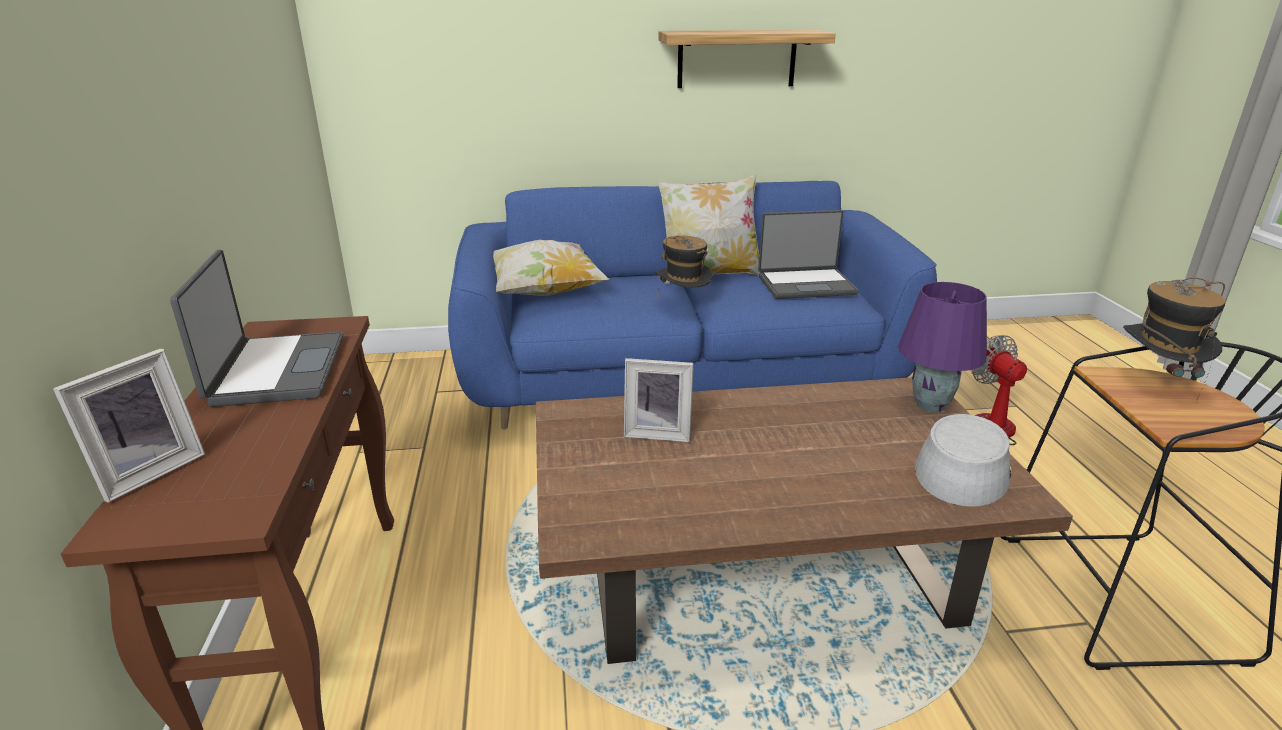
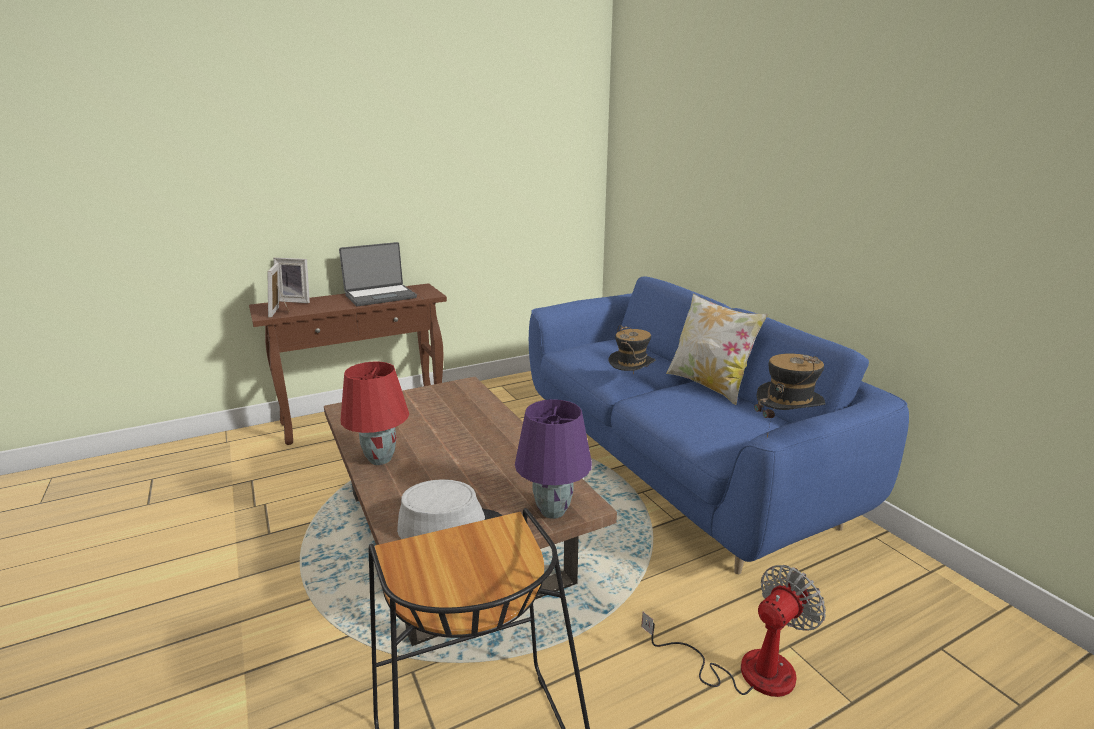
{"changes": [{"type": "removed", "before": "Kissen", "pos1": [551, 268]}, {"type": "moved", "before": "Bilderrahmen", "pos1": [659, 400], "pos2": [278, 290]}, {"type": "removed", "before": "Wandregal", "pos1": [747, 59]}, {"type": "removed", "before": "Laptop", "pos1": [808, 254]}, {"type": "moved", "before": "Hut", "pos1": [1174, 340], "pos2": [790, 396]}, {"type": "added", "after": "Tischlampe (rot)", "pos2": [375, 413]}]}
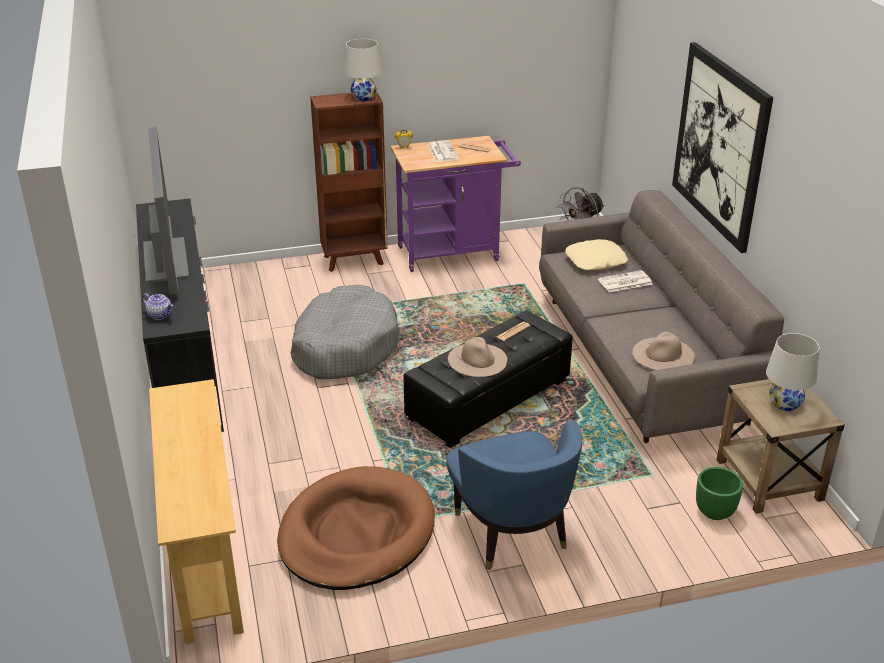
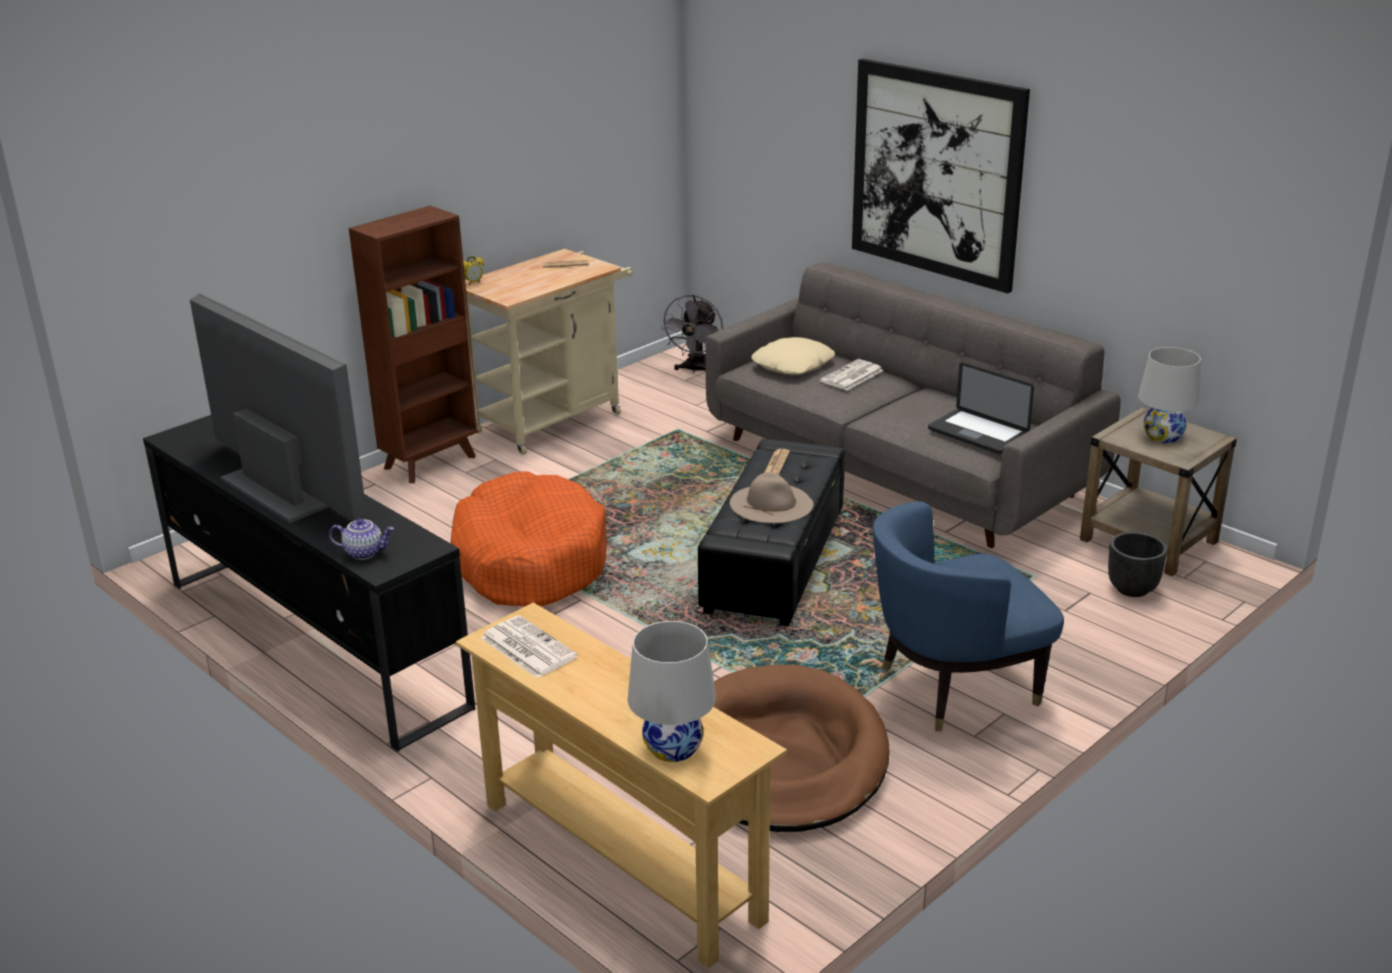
{"changes": [{"type": "recoloured", "before": "Hundebett (grau)", "after": "Hundebett (orange)", "pos1": [345, 332], "pos2": [528, 539]}, {"type": "moved", "before": "Tischlampe (weiß)", "pos1": [363, 70], "pos2": [671, 691]}, {"type": "recoloured", "before": "Rollwagen (lila)", "after": "Rollwagen (beige)", "pos1": [456, 204], "pos2": [549, 352]}, {"type": "moved", "before": "Zeitung", "pos1": [443, 151], "pos2": [529, 646]}, {"type": "turned", "before": "Sessel (blau)", "pos1": [514, 495], "pos2": [968, 616], "turn": 120}, {"type": "replaced", "before": "Hut (beige)", "after": "Laptop", "pos1": [663, 351], "pos2": [981, 408]}, {"type": "recoloured", "before": "Pflanzkübel (grün)", "after": "Pflanzkübel (schwarz)", "pos1": [719, 493], "pos2": [1137, 564]}]}
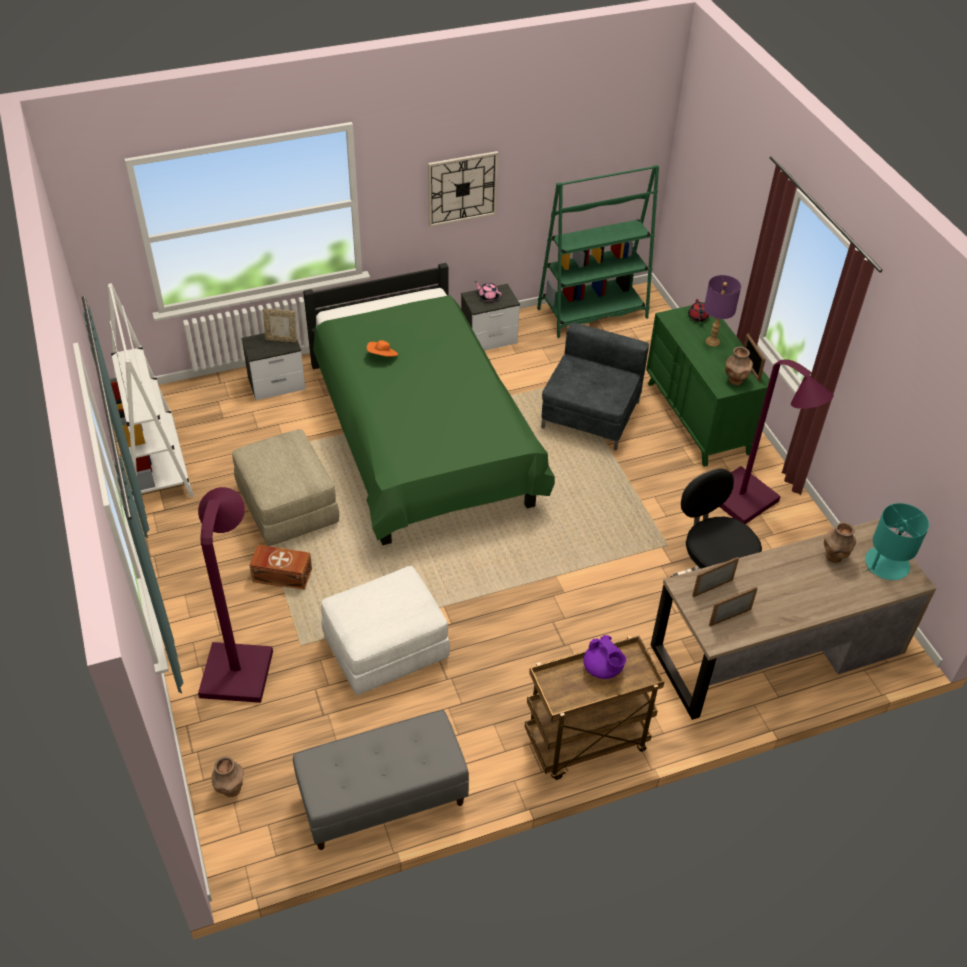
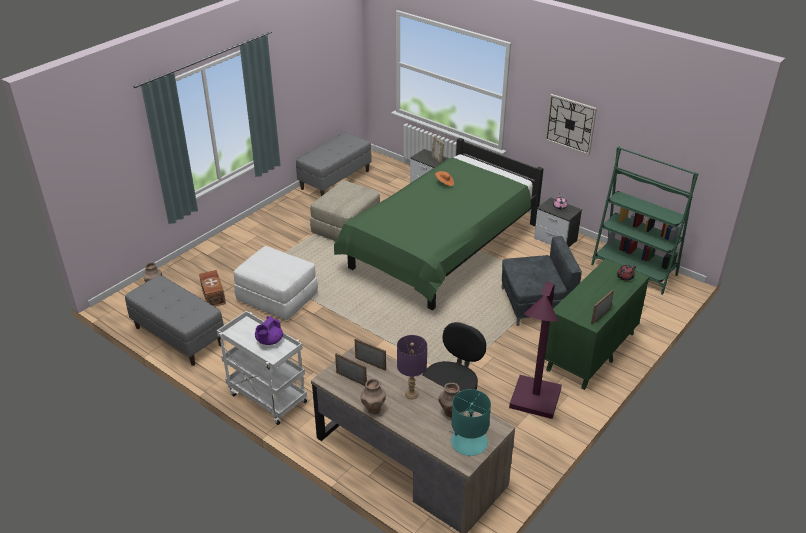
{"changes": [{"type": "replaced", "before": "Bücherregal (weiß)", "after": "Bank (grau)", "pos1": [151, 397], "pos2": [334, 164]}, {"type": "removed", "before": "Stehlampe (lila)", "pos1": [235, 595]}, {"type": "moved", "before": "Aufbewahrungsbox (braun)", "pos1": [280, 567], "pos2": [212, 288]}, {"type": "recoloured", "before": "Rollwagen (braun)", "after": "Rollwagen (weiß)", "pos1": [594, 708], "pos2": [262, 368]}, {"type": "moved", "before": "Tischlampe (lila)", "pos1": [722, 311], "pos2": [412, 367]}, {"type": "moved", "before": "Vase (braun)", "pos1": [739, 365], "pos2": [373, 396]}]}
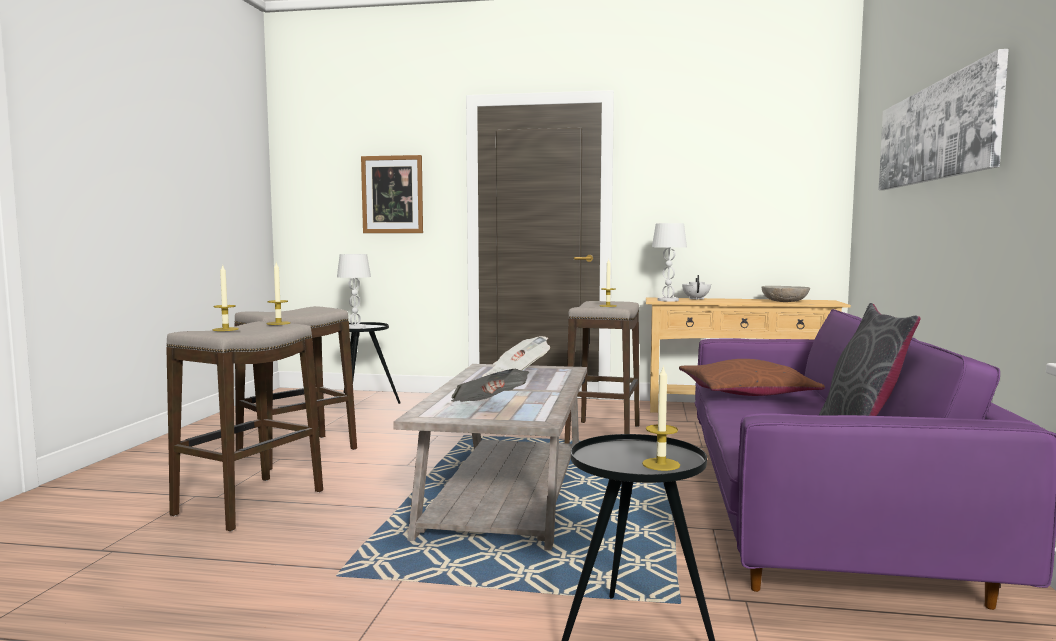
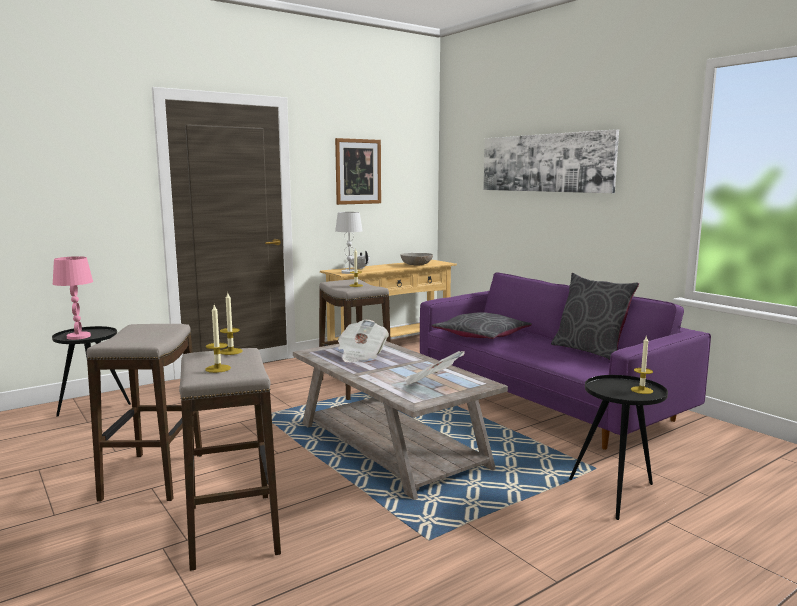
{"changes": [{"type": "recoloured", "before": "Tischlampe (weiß)", "after": "Tischlampe (rosa)", "pos1": [354, 291], "pos2": [73, 298]}, {"type": "moved", "before": "Bild", "pos1": [392, 194], "pos2": [358, 171]}, {"type": "recoloured", "before": "Kissen (braun)", "after": "Kissen (grau)", "pos1": [752, 377], "pos2": [482, 325]}]}
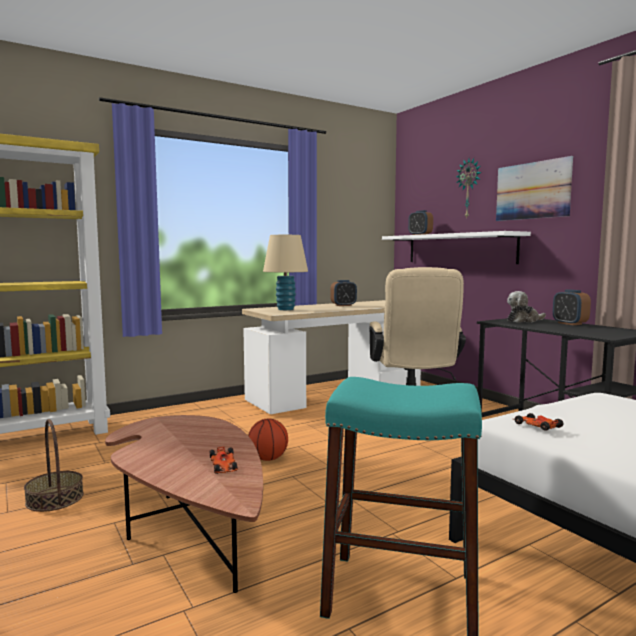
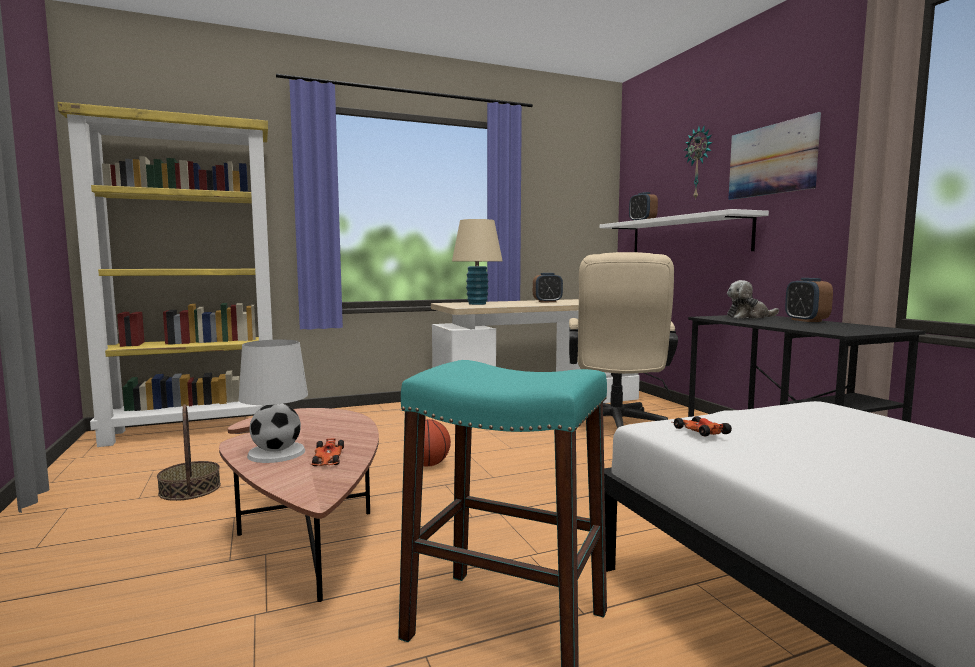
{"changes": [{"type": "added", "after": "Tischlampe (weiß)", "pos2": [273, 401]}]}
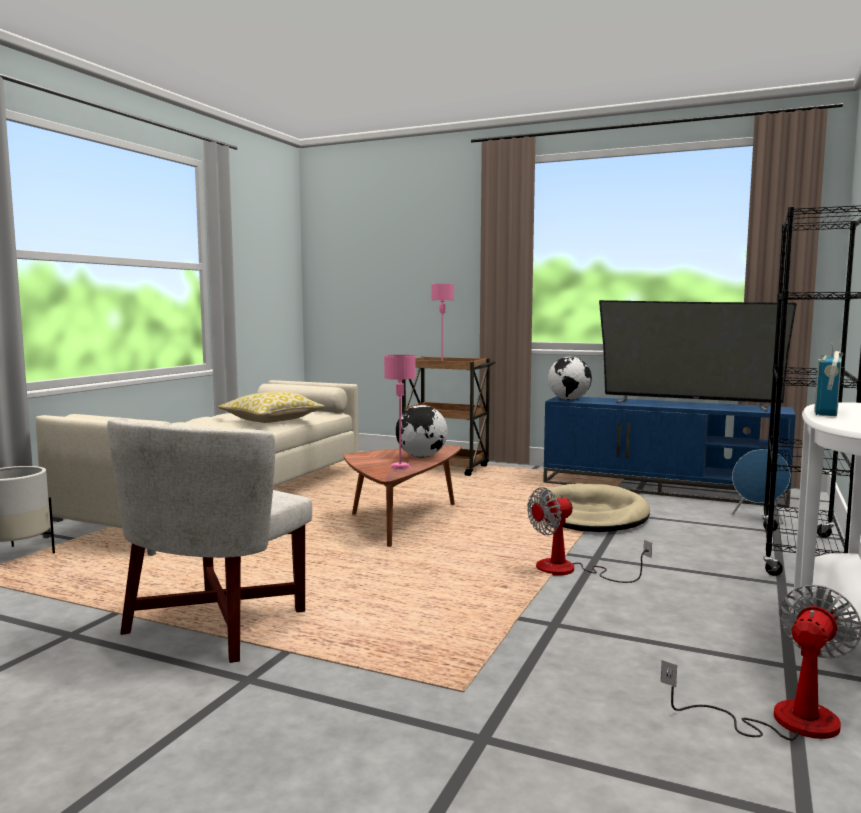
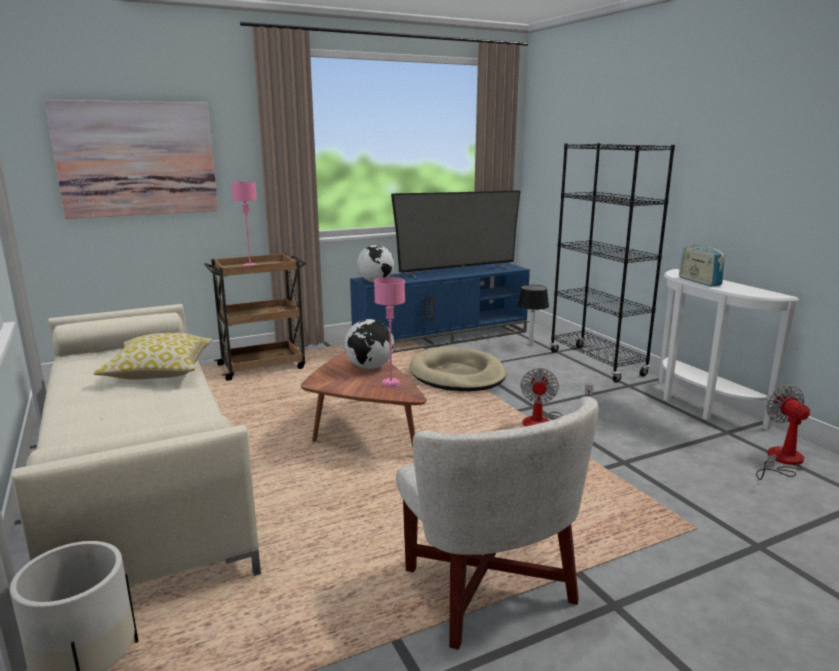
{"changes": [{"type": "replaced", "before": "Lautsprecher (blau)", "after": "Tischlampe", "pos1": [761, 486], "pos2": [533, 315]}, {"type": "added", "after": "Bild", "pos2": [131, 159]}]}
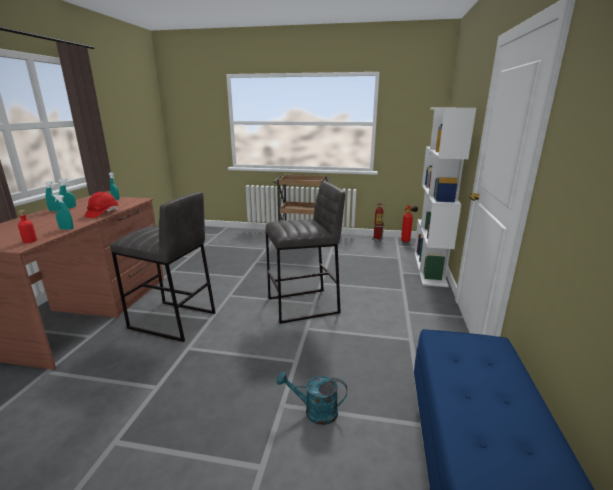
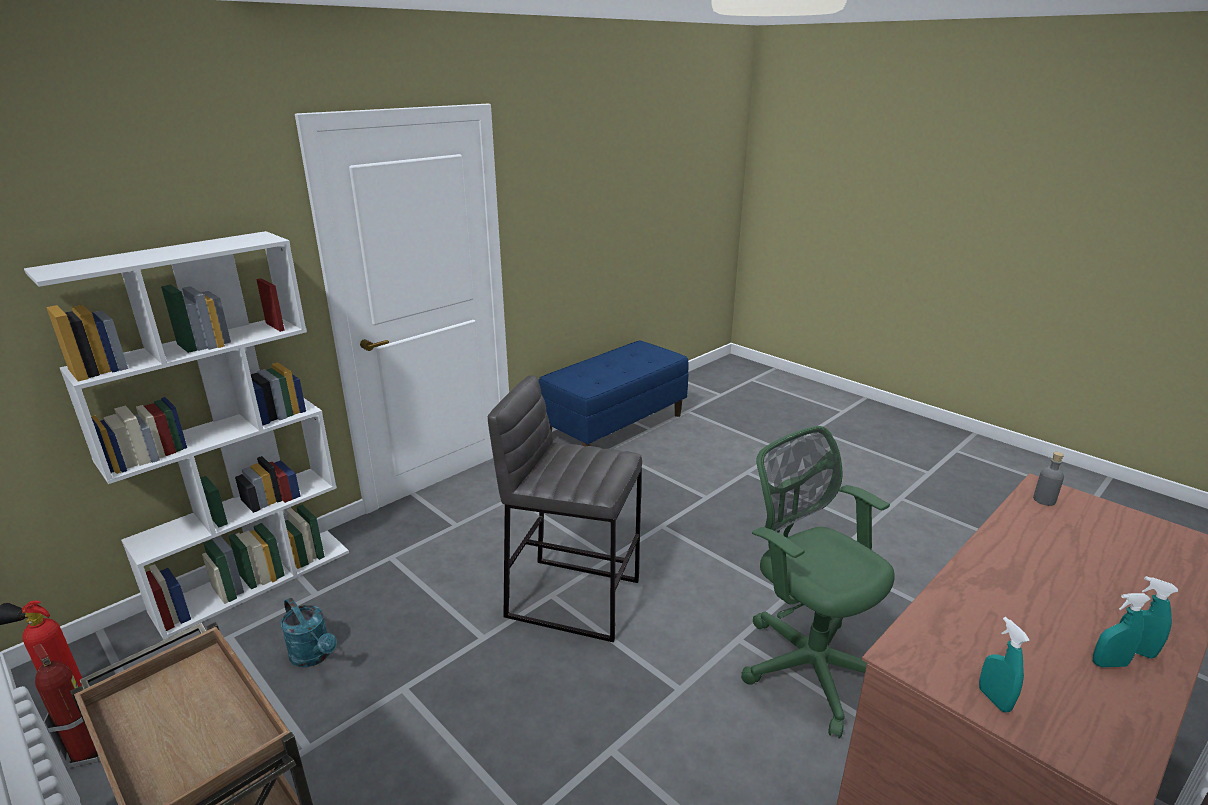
{"changes": [{"type": "recoloured", "before": "Flasche (rot)", "after": "Flasche (grau)", "pos1": [27, 226], "pos2": [1048, 479]}, {"type": "removed", "before": "Sprühflasche (türkis)", "pos1": [63, 212]}, {"type": "removed", "before": "Schutzhelm (rot)", "pos1": [102, 205]}, {"type": "replaced", "before": "Hocker (grau)", "after": "Bürostuhl (grün)", "pos1": [162, 267], "pos2": [818, 582]}, {"type": "moved", "before": "Gießkanne (türkis)", "pos1": [312, 398], "pos2": [309, 632]}]}
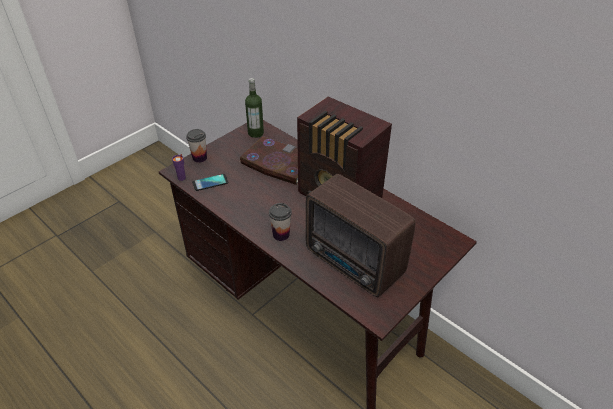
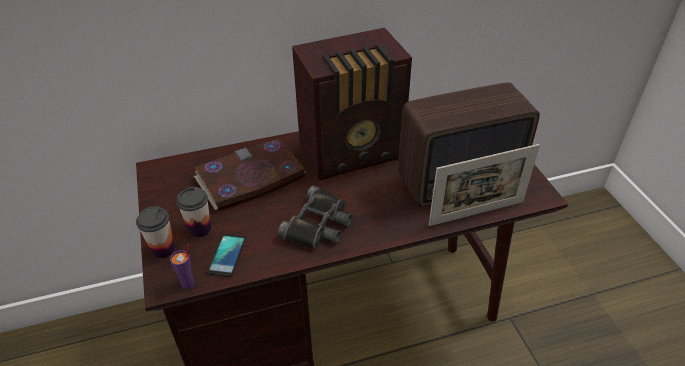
{"changes": [{"type": "removed", "before": "Flasche", "pos1": [254, 108]}, {"type": "moved", "before": "Tasse", "pos1": [280, 222], "pos2": [193, 212]}, {"type": "added", "after": "Fernglas (schwarz)", "pos2": [315, 217]}, {"type": "added", "after": "Bilderrahmen", "pos2": [484, 185]}]}
